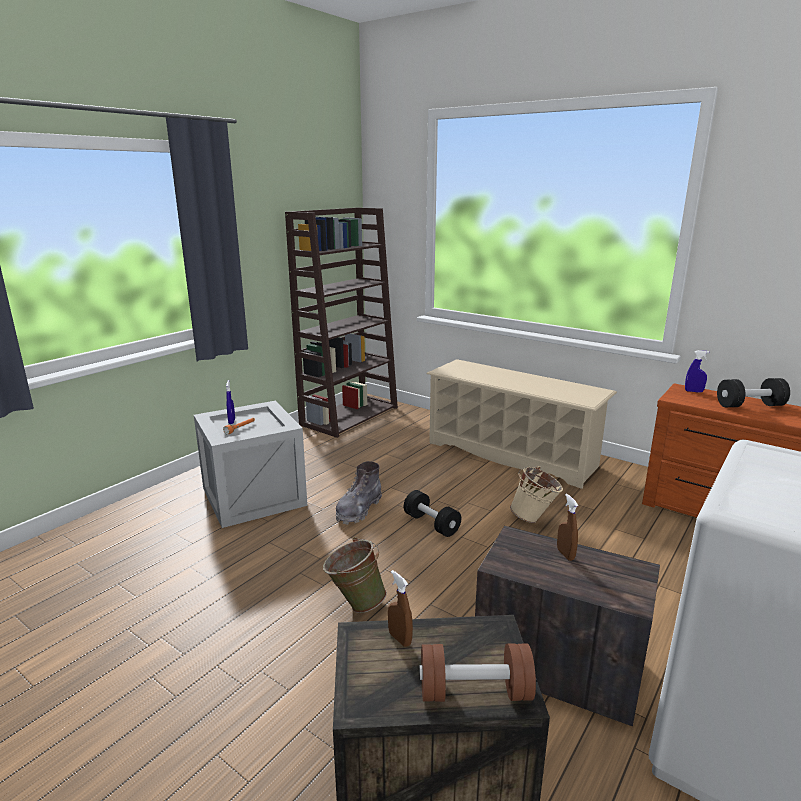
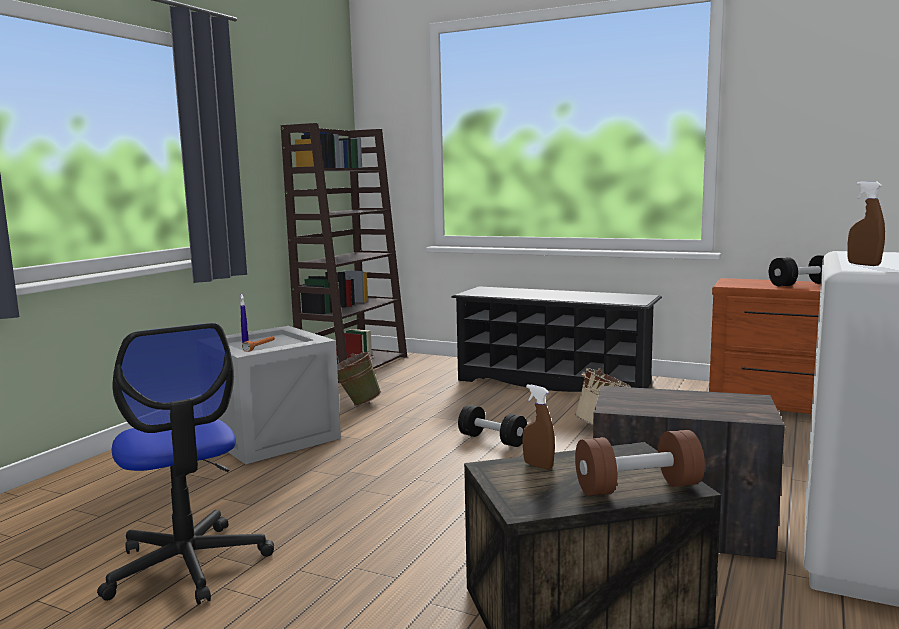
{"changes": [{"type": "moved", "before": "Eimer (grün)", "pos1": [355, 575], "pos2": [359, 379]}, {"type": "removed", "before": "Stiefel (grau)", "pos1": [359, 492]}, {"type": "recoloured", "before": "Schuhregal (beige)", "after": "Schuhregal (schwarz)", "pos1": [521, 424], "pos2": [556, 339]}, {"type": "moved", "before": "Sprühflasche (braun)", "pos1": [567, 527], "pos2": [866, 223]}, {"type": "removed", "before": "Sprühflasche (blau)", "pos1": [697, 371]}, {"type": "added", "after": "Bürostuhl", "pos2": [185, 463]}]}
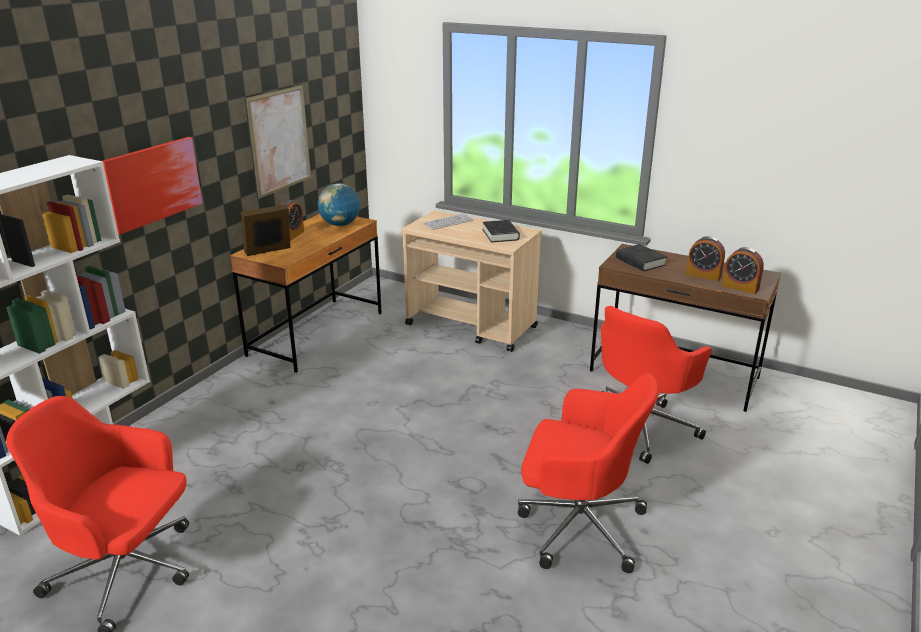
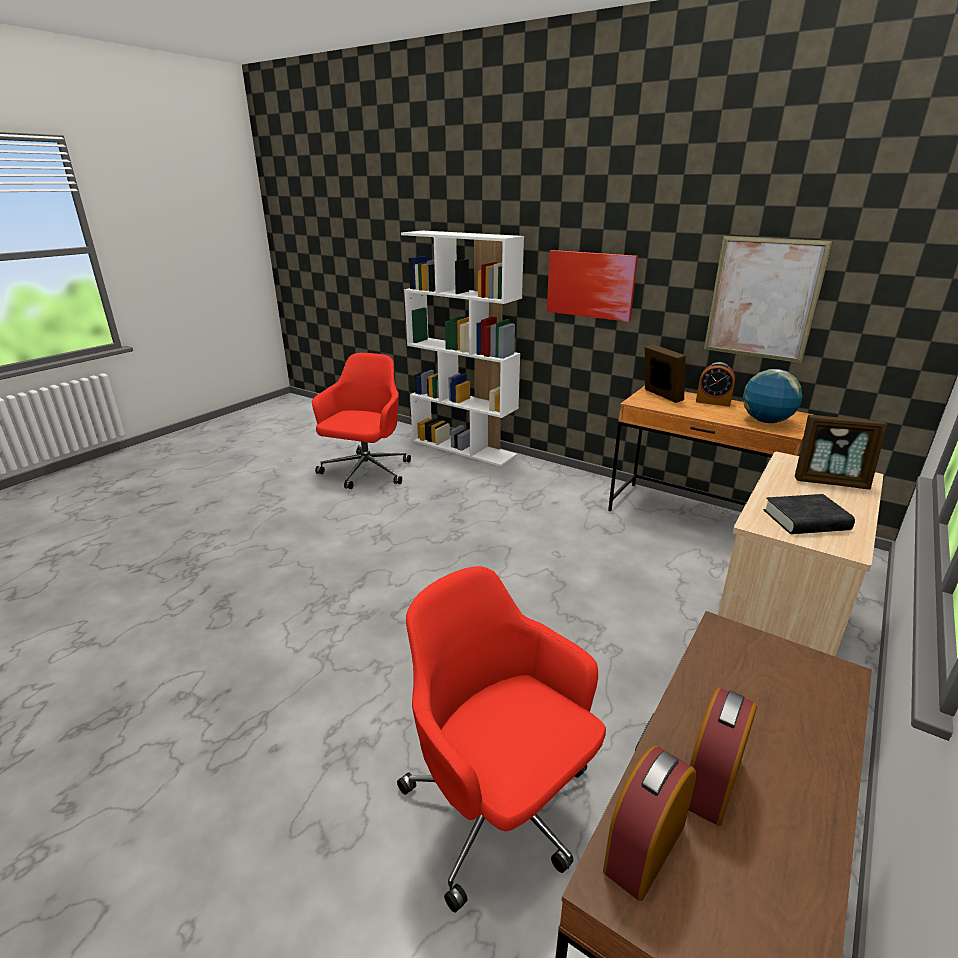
{"changes": [{"type": "replaced", "before": "Tastatur", "after": "Bilderrahmen", "pos1": [448, 221], "pos2": [841, 452]}, {"type": "removed", "before": "Bürostuhl (rot)", "pos1": [588, 473]}, {"type": "removed", "before": "Buch (schwarz)", "pos1": [641, 257]}]}
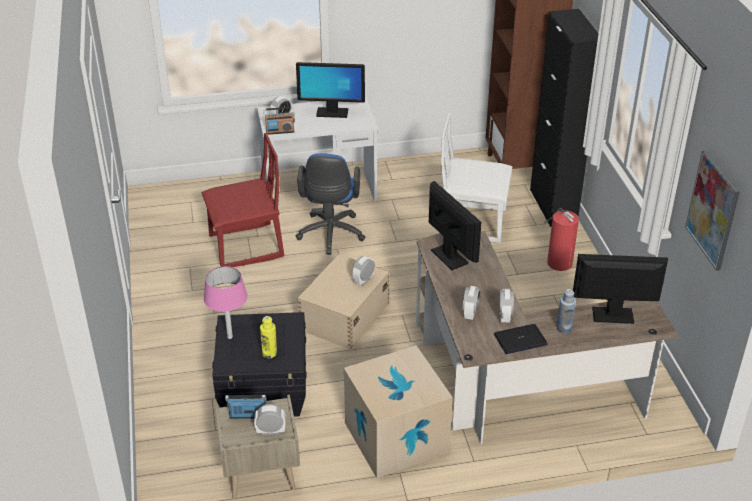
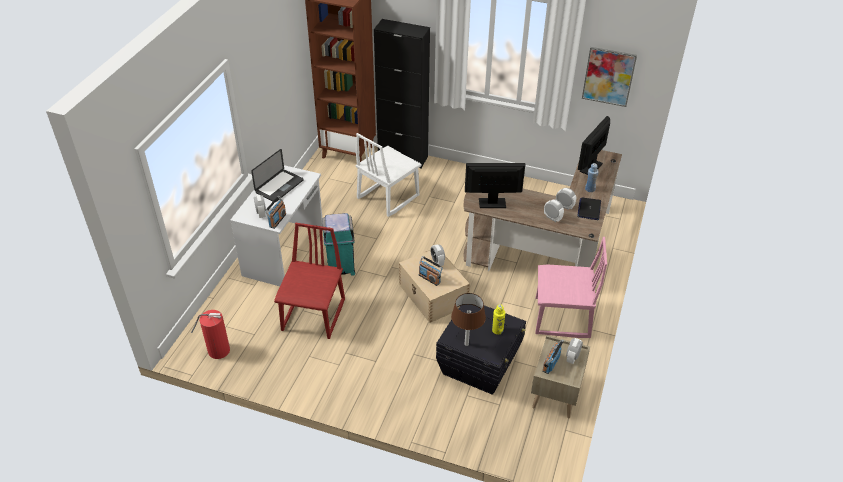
{"changes": [{"type": "recoloured", "before": "Tischlampe (rosa)", "after": "Tischlampe (braun)", "pos1": [225, 302], "pos2": [468, 319]}, {"type": "replaced", "before": "Monitor", "after": "Laptop", "pos1": [330, 90], "pos2": [277, 175]}, {"type": "replaced", "before": "Bürostuhl (blau)", "after": "Mülleimer (türkis)", "pos1": [330, 204], "pos2": [338, 244]}, {"type": "replaced", "before": "Karton", "after": "Stuhl (rosa)", "pos1": [398, 411], "pos2": [571, 287]}, {"type": "moved", "before": "Feuerlöscher", "pos1": [561, 239], "pos2": [210, 334]}, {"type": "added", "after": "Radio", "pos2": [431, 271]}]}
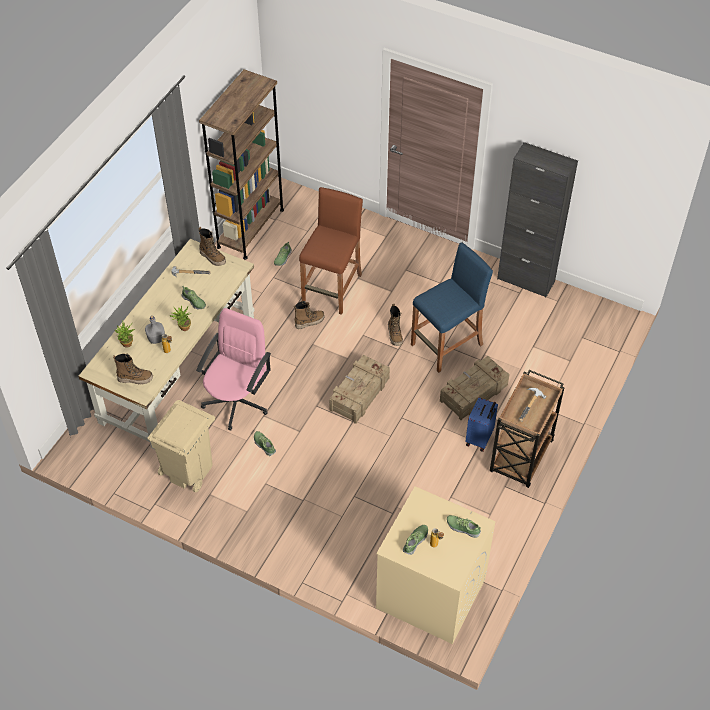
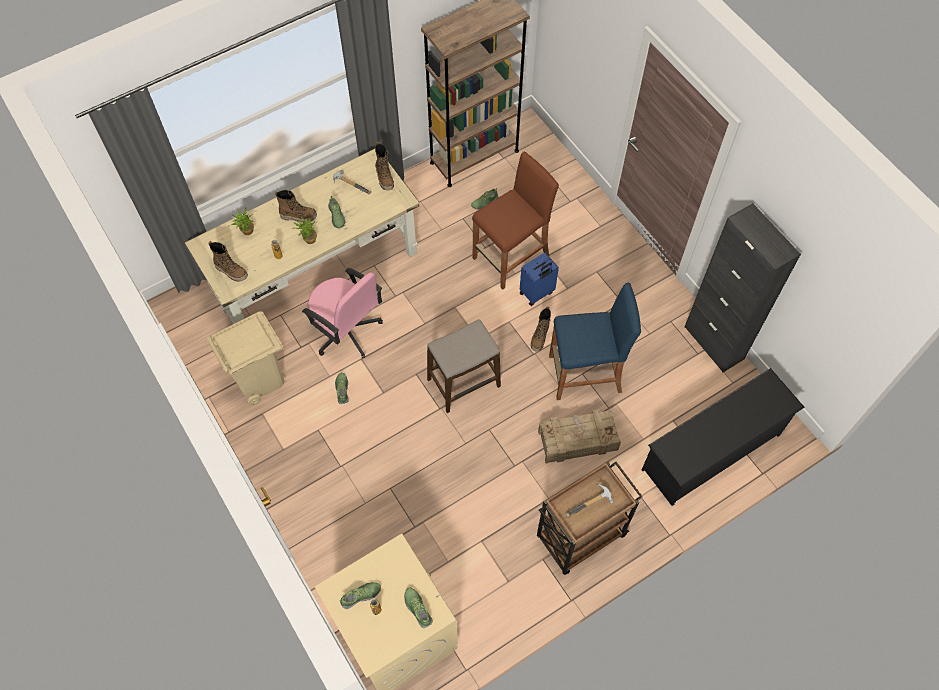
{"changes": [{"type": "removed", "before": "Flasche (grau)", "pos1": [155, 330]}, {"type": "turned", "before": "Bürostuhl (rosa)", "pos1": [233, 369], "pos2": [342, 313], "turn": 75}, {"type": "moved", "before": "Stiefel", "pos1": [309, 315], "pos2": [296, 206]}, {"type": "replaced", "before": "Kiste", "after": "Hocker", "pos1": [359, 389], "pos2": [464, 366]}, {"type": "moved", "before": "Koffer (blau)", "pos1": [482, 424], "pos2": [539, 279]}, {"type": "added", "after": "Schuhregal (schwarz)", "pos2": [723, 437]}]}
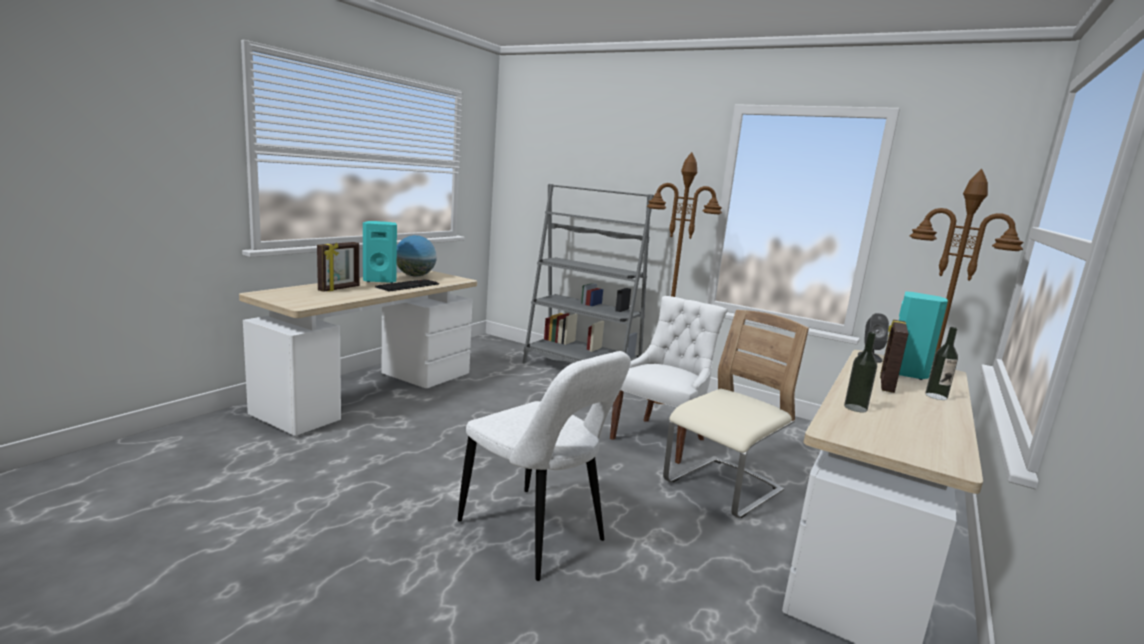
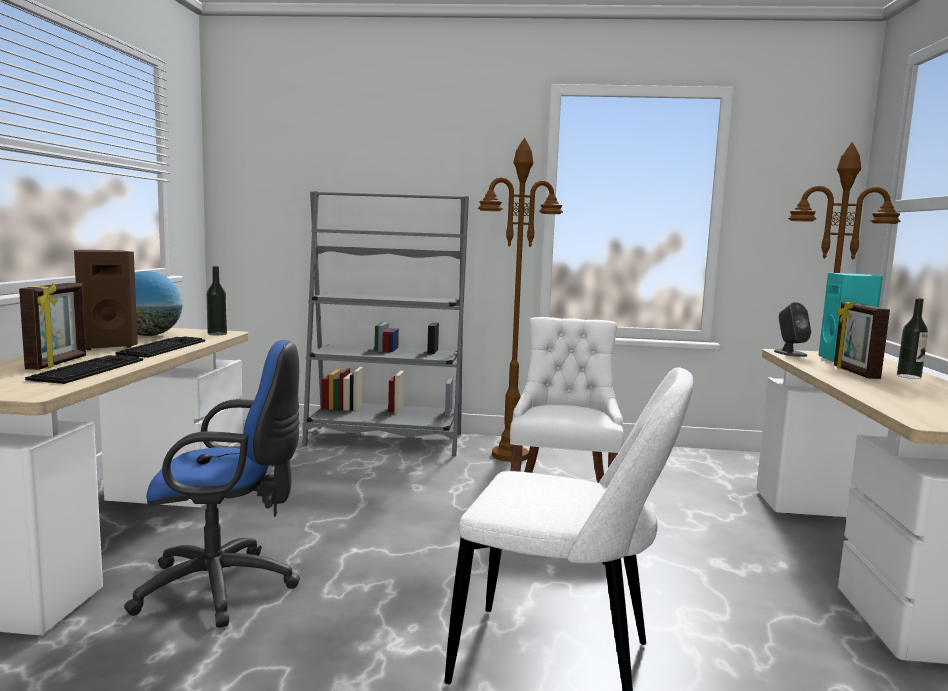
{"changes": [{"type": "recoloured", "before": "Lautsprecher (türkis)", "after": "Lautsprecher (braun)", "pos1": [380, 252], "pos2": [106, 300]}, {"type": "removed", "before": "Stuhl (beige)", "pos1": [736, 414]}, {"type": "moved", "before": "Flasche", "pos1": [860, 372], "pos2": [216, 300]}, {"type": "added", "after": "Tastatur", "pos2": [84, 369]}, {"type": "added", "after": "Bürostuhl (blau)", "pos2": [212, 484]}]}
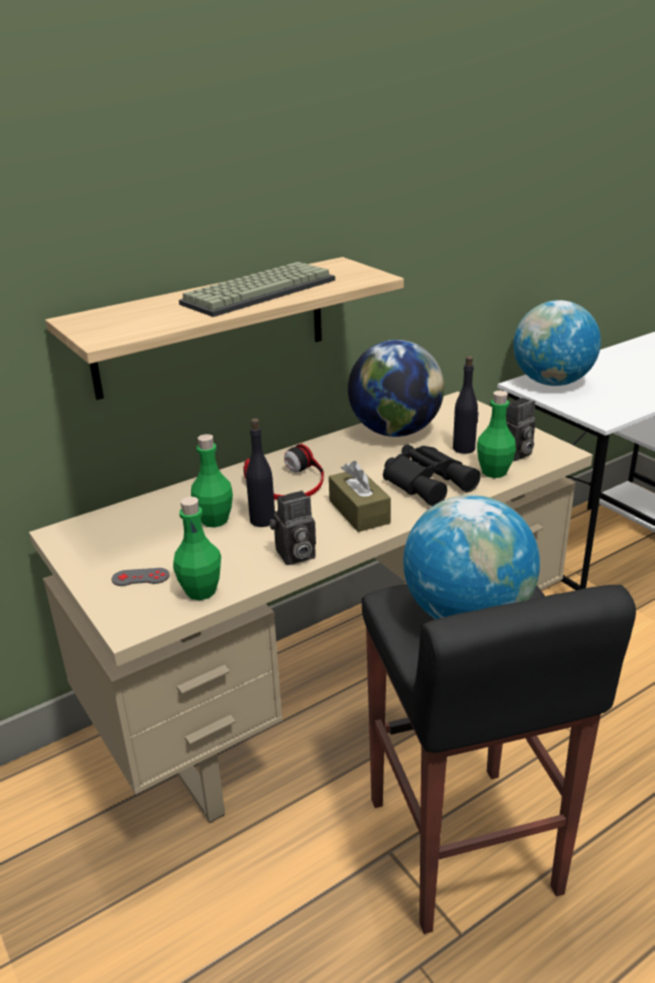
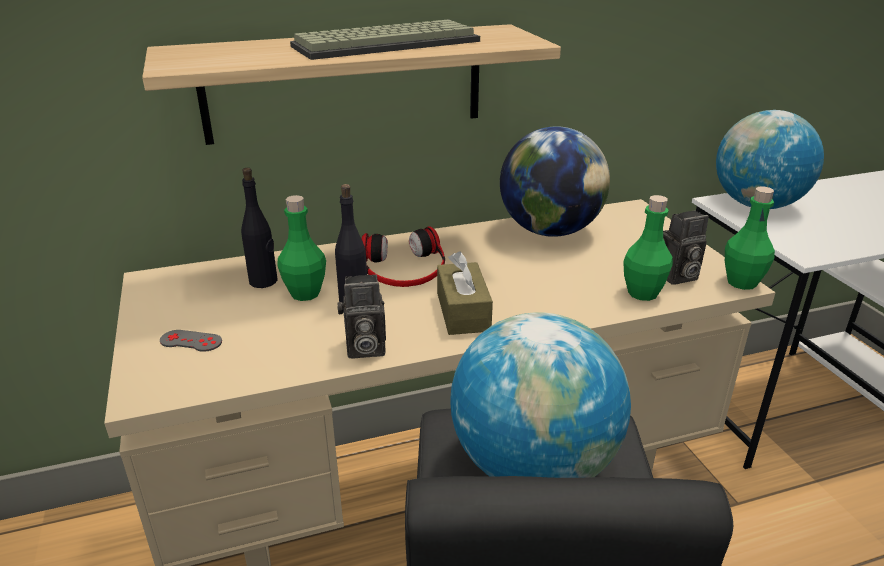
{"changes": [{"type": "moved", "before": "Flasche (grün)", "pos1": [197, 548], "pos2": [750, 238]}, {"type": "removed", "before": "Fernglas (schwarz)", "pos1": [432, 475]}, {"type": "moved", "before": "Flasche (schwarz)", "pos1": [466, 405], "pos2": [259, 228]}]}
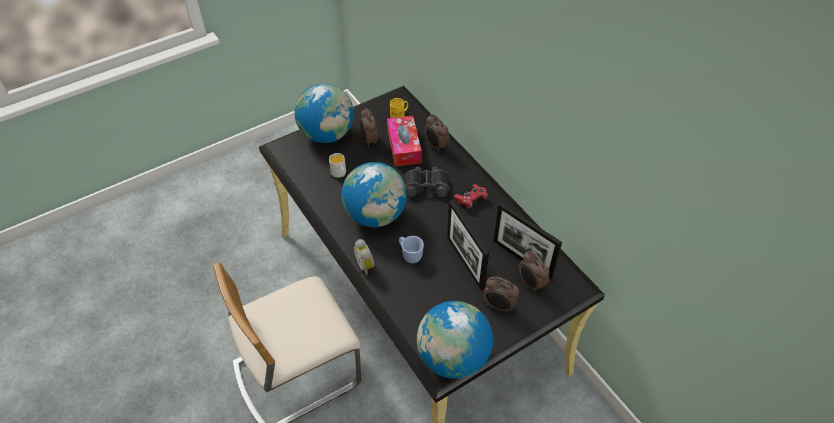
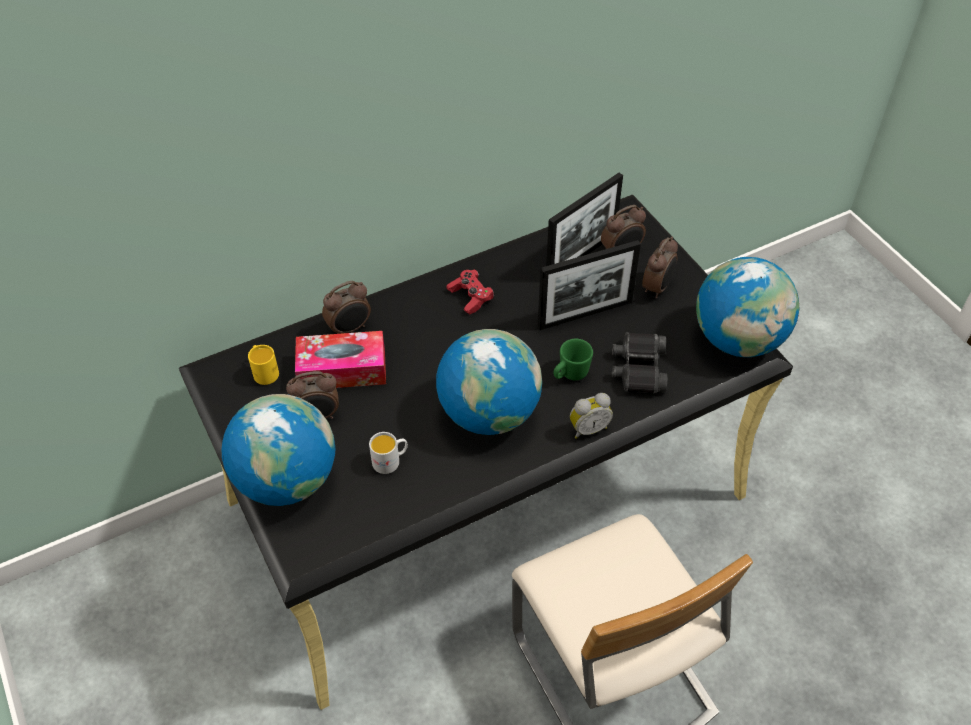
{"changes": [{"type": "recoloured", "before": "Henkelbecher (blau)", "after": "Henkelbecher (grün)", "pos1": [411, 249], "pos2": [573, 359]}, {"type": "moved", "before": "Fernglas (schwarz)", "pos1": [426, 182], "pos2": [639, 363]}]}
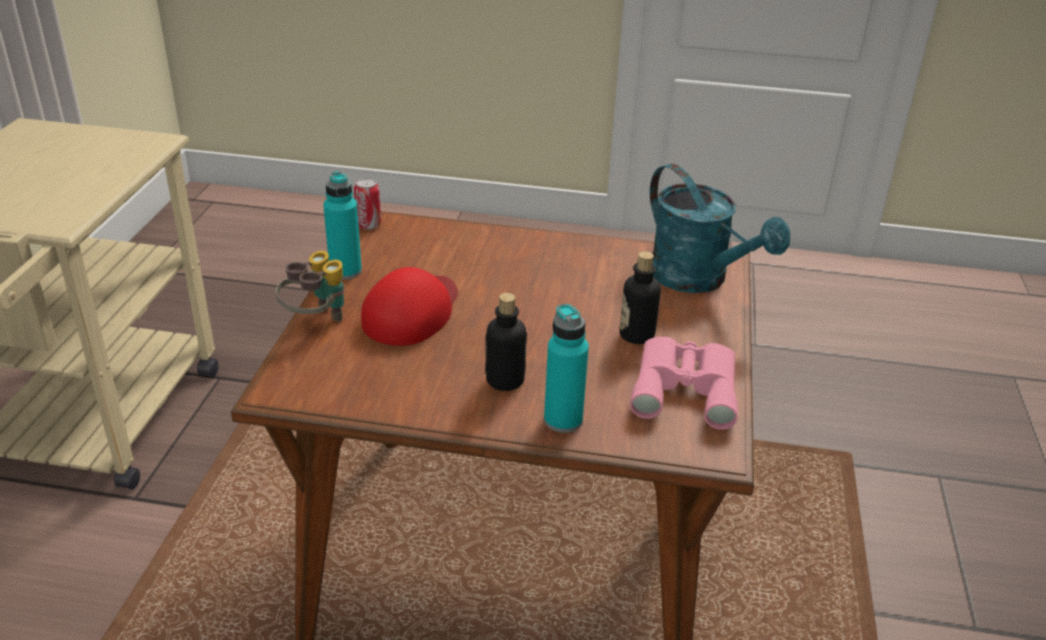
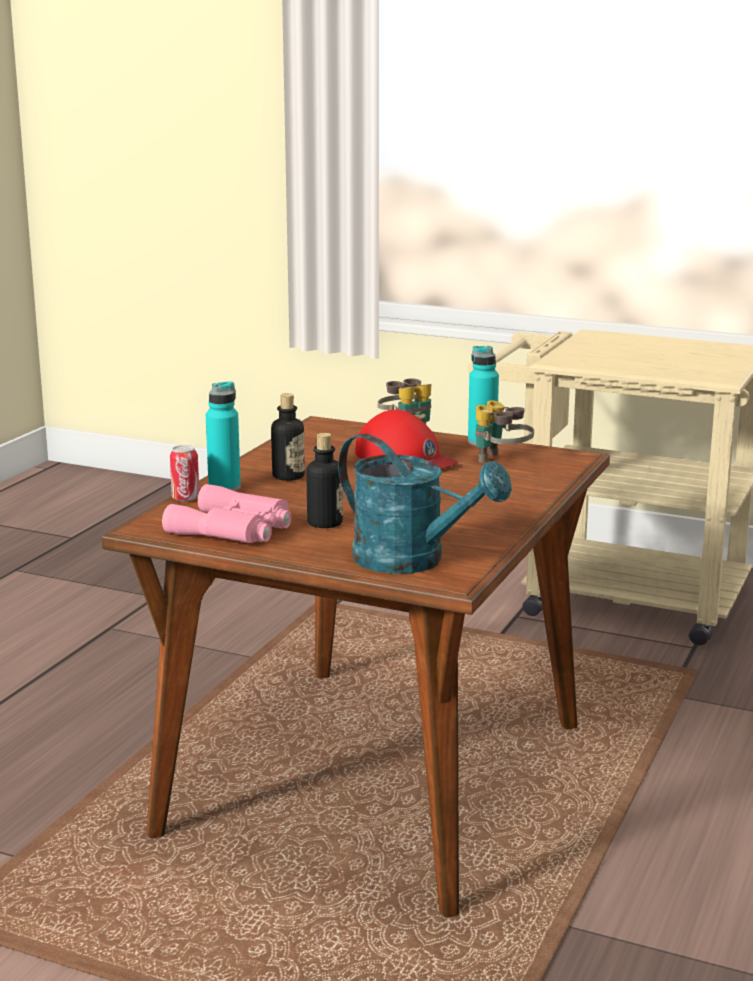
{"changes": [{"type": "moved", "before": "Dose", "pos1": [367, 204], "pos2": [184, 473]}, {"type": "turned", "before": "Gießkanne (türkis)", "pos1": [720, 228], "pos2": [425, 504], "turn": -120}, {"type": "added", "after": "Fernglas", "pos2": [504, 431]}]}
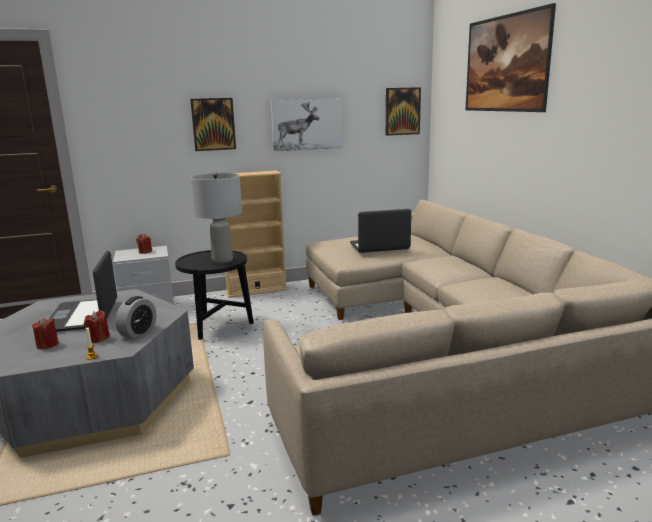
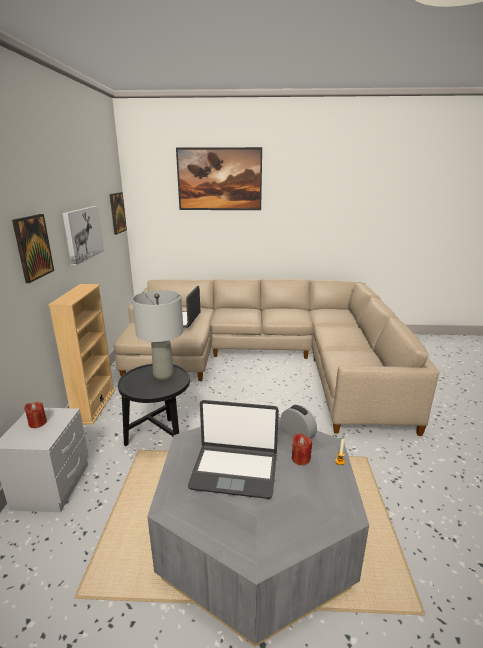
{"changes": [{"type": "removed", "before": "Kerze (rot)", "pos1": [45, 333]}]}
